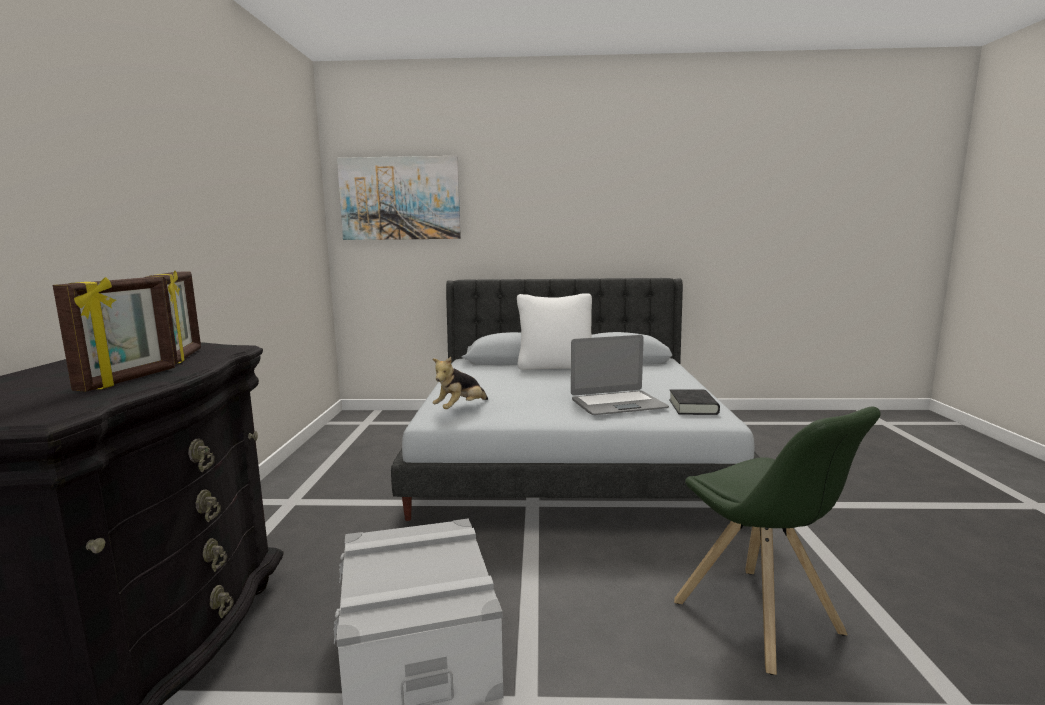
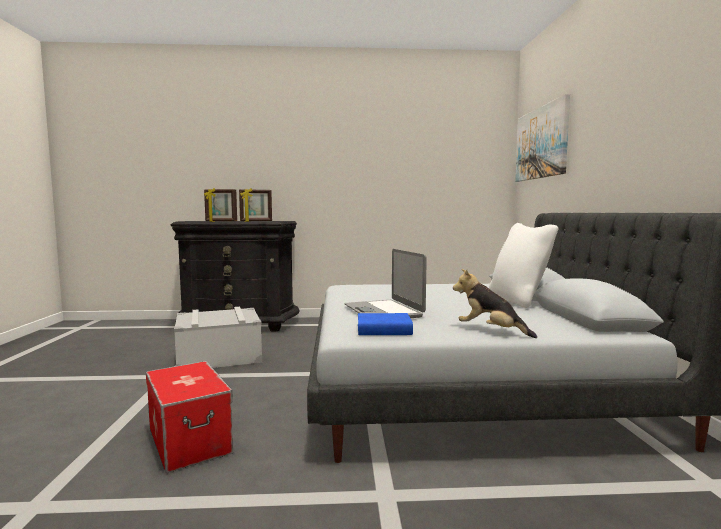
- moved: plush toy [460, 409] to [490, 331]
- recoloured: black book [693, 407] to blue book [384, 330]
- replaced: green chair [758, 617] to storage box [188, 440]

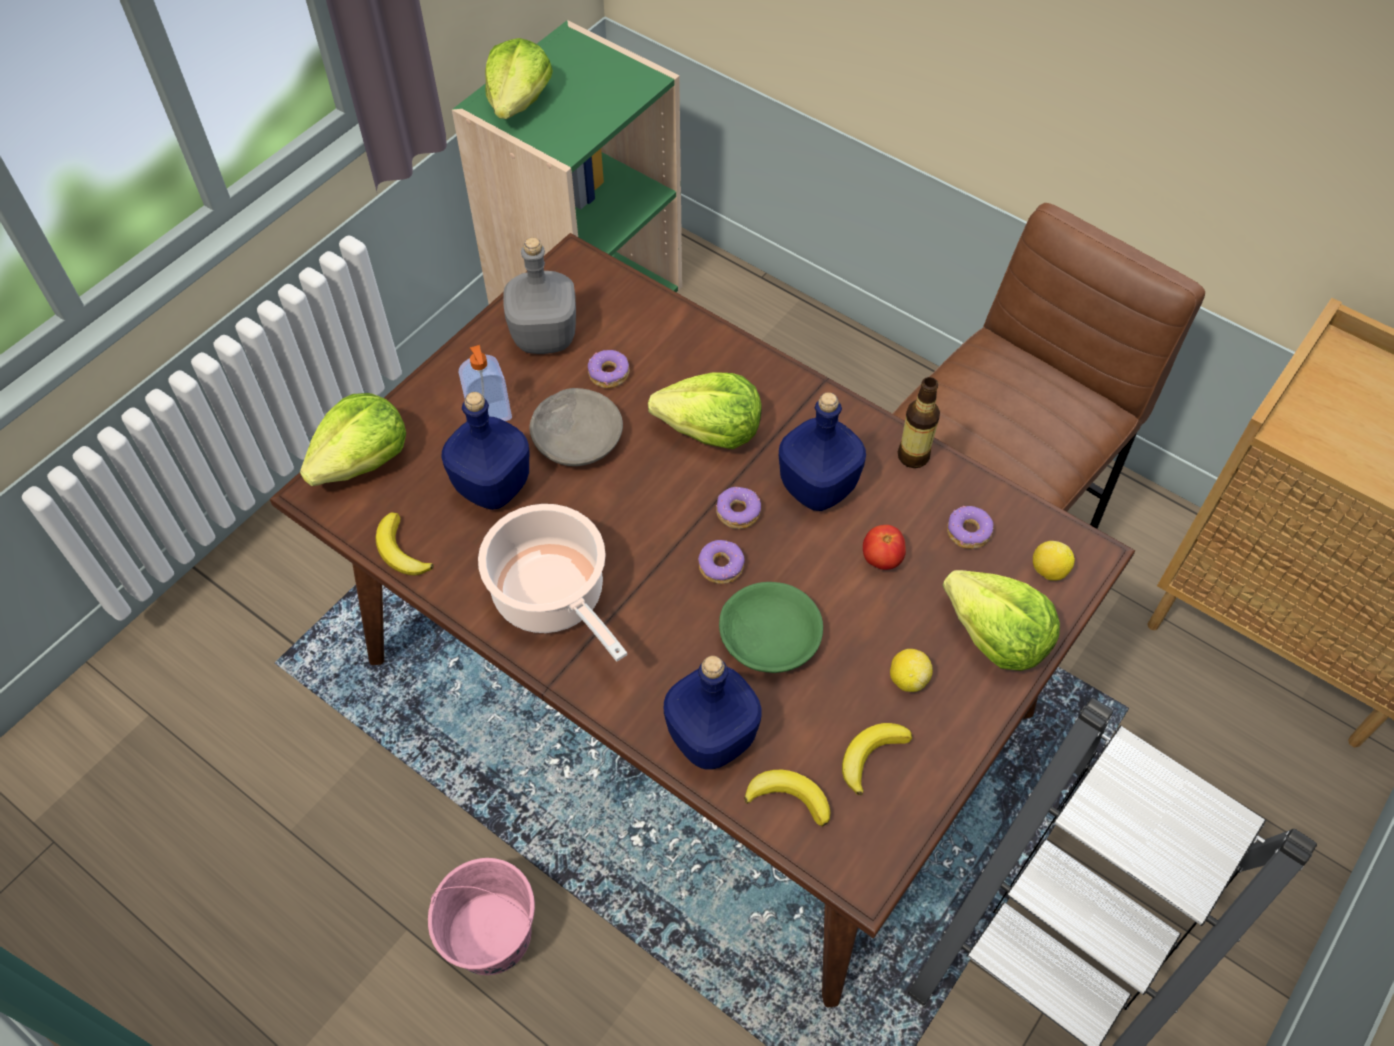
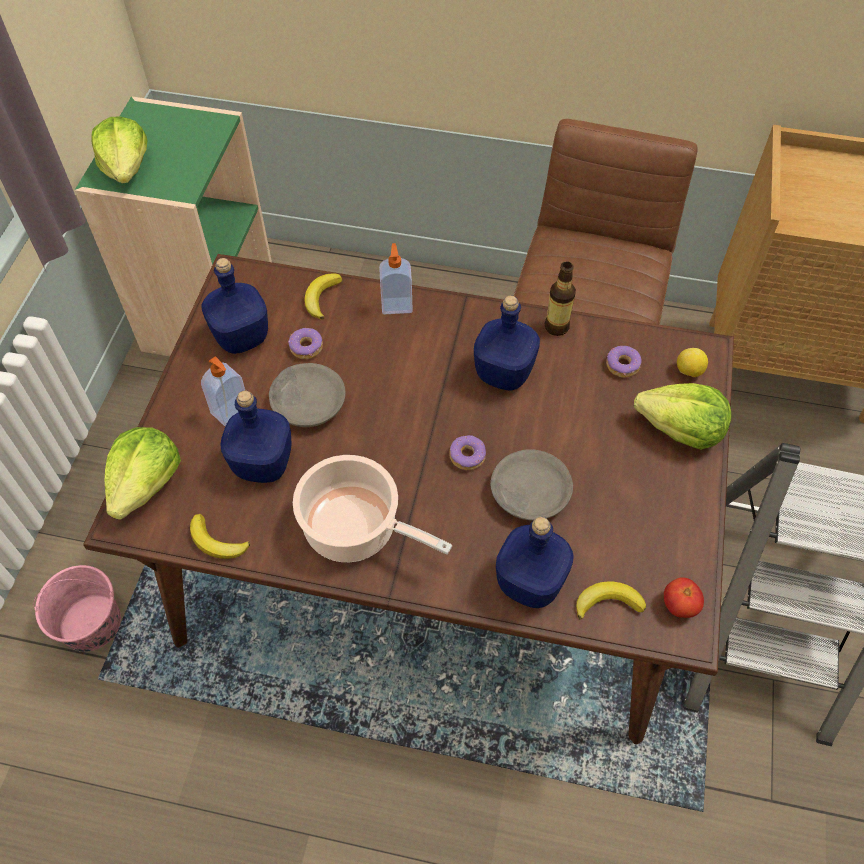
- recoloured: grey bottle [545, 338] to blue bottle [242, 338]
- removed: lettuce [710, 431]
- removed: donut [737, 512]
- moved: tomato [881, 559] to [679, 605]
- recoloured: green bowl [768, 636] to grey bowl [528, 493]
- removed: lemon [908, 679]
- moved: banana [871, 756] to [321, 297]
- moved: pink bucket [490, 934] to [90, 623]
- added: soap dispenser [396, 305]

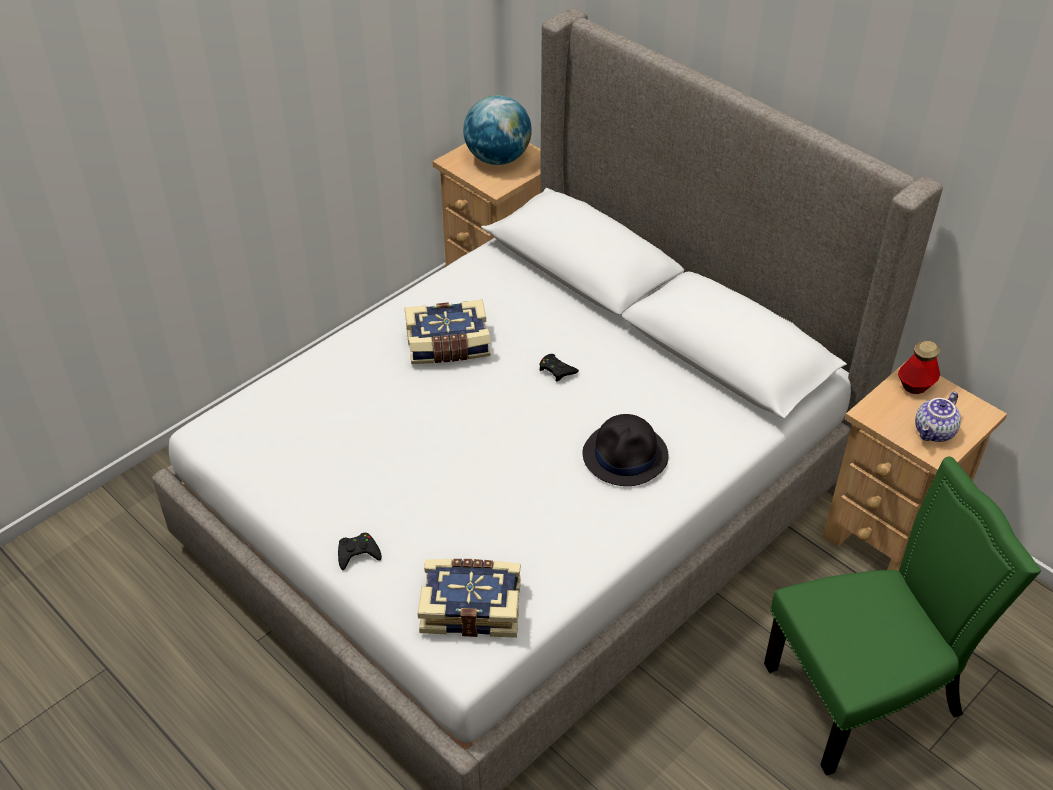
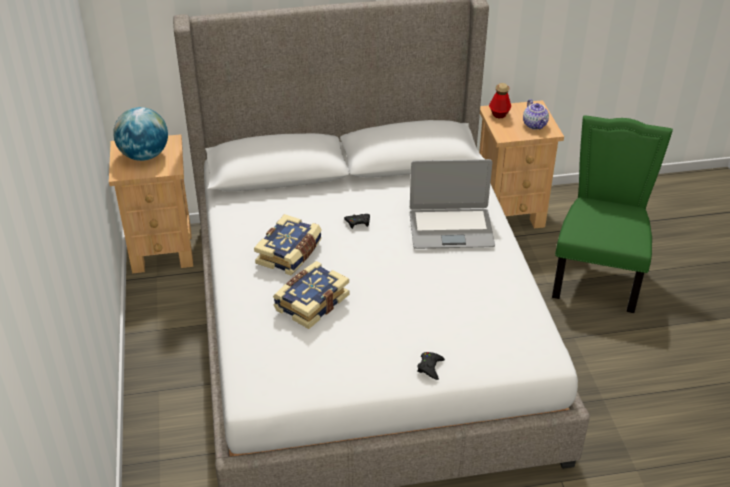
- replaced: black hat [626, 455] to laptop [451, 229]
- moved: book [471, 606] to [310, 302]

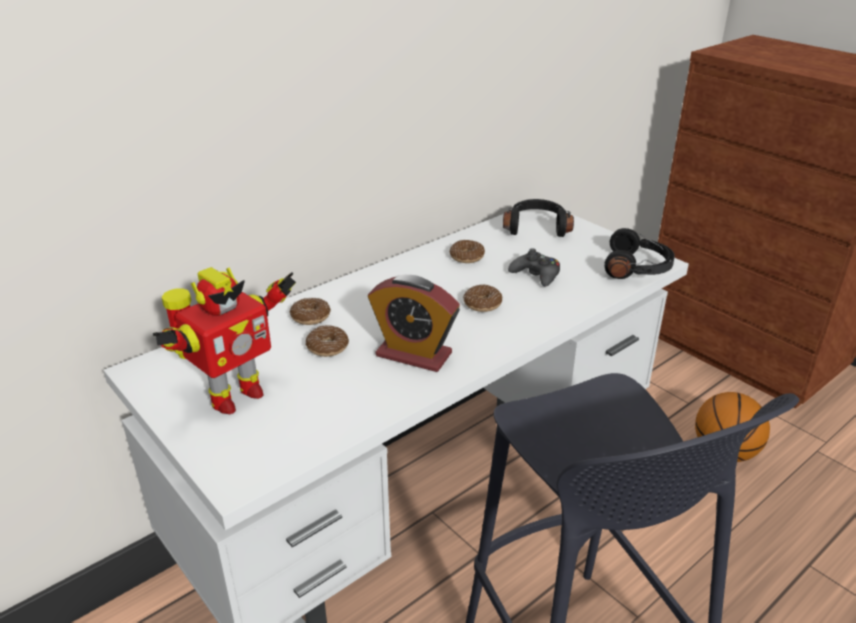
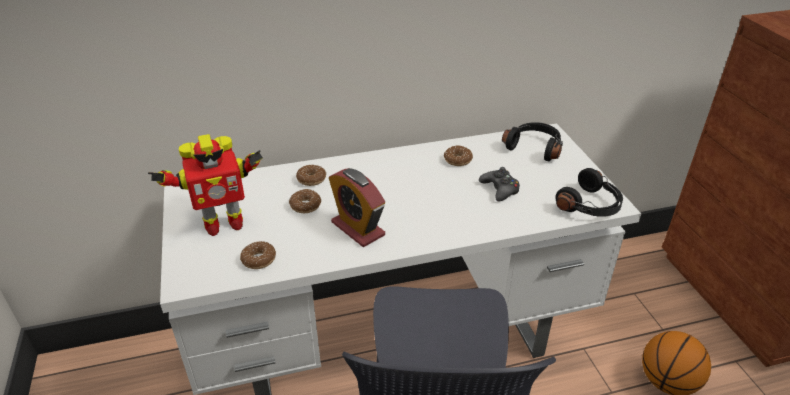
- moved: donut [482, 304] to [259, 259]

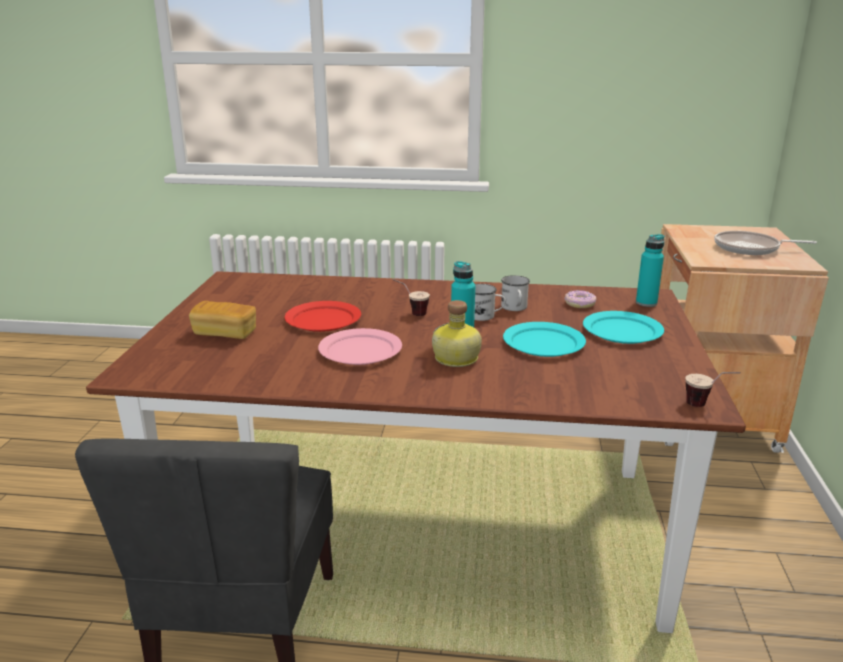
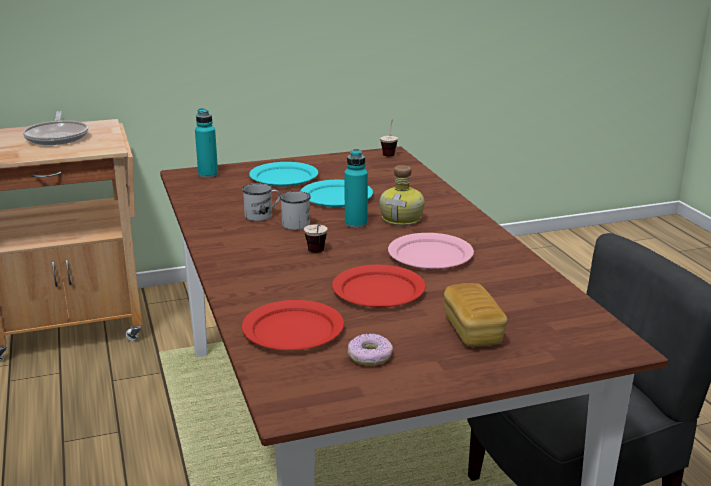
- moved: donut [579, 304] to [370, 356]
- added: red plate [294, 329]

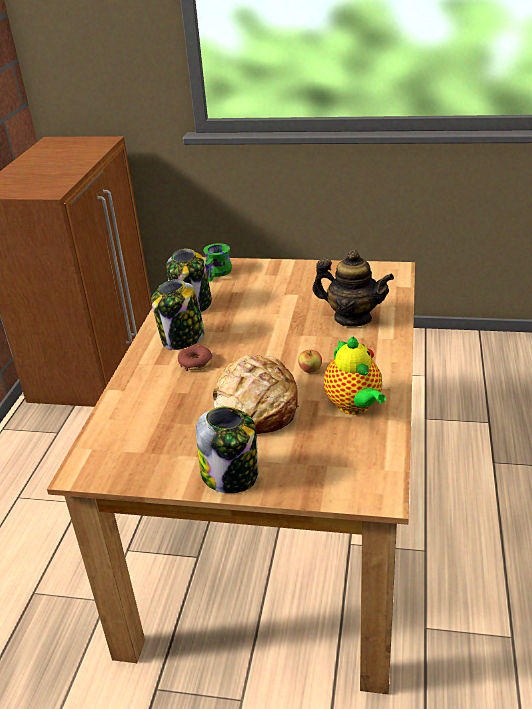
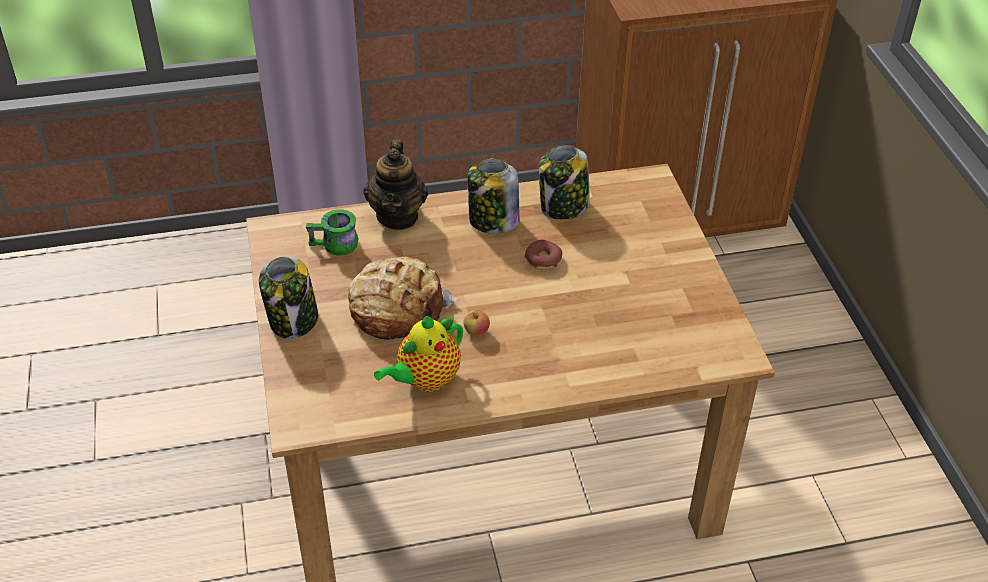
- moved: green mug [218, 273] to [334, 246]
- moved: teapot [352, 318] to [398, 216]
- moved: donut [195, 363] to [543, 260]

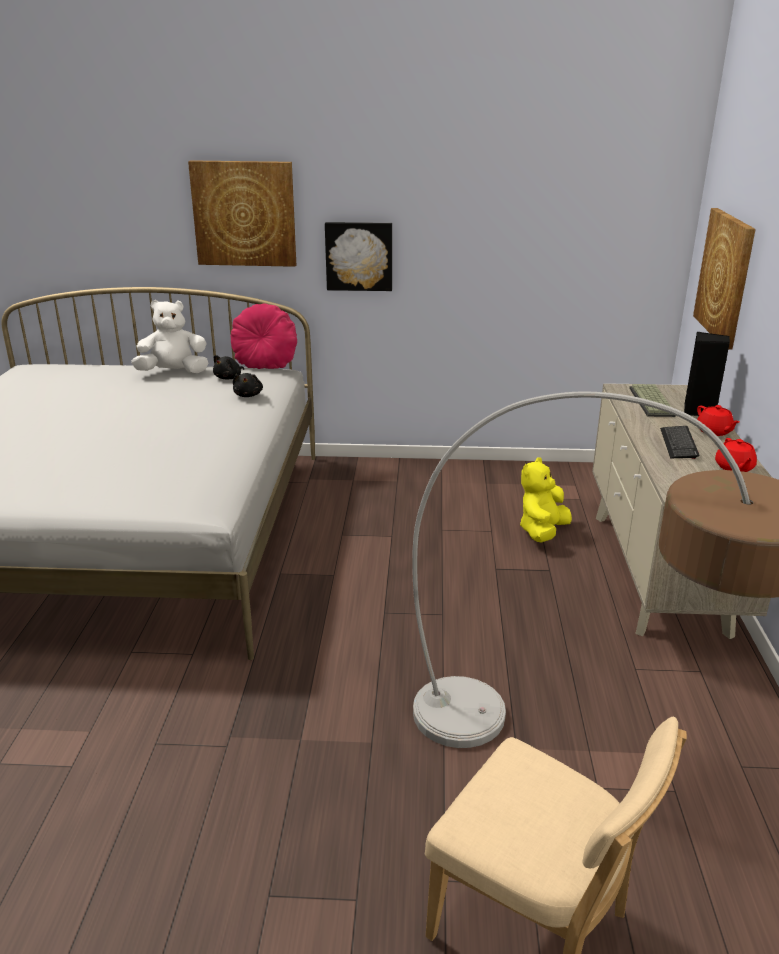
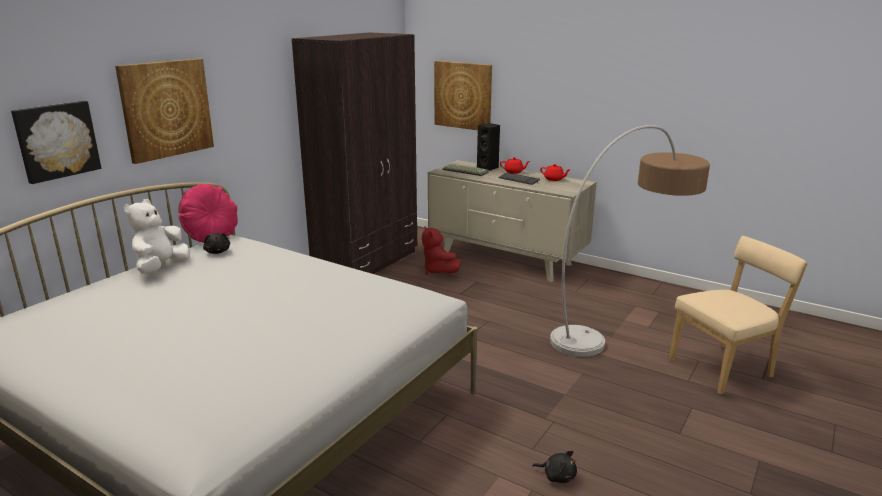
- moved: picture [359, 256] to [56, 140]
- moved: black plush toy [248, 395] to [557, 476]
- recoloured: yellow plush toy [542, 532] to red plush toy [438, 271]
- added: brown wardrobe [367, 262]

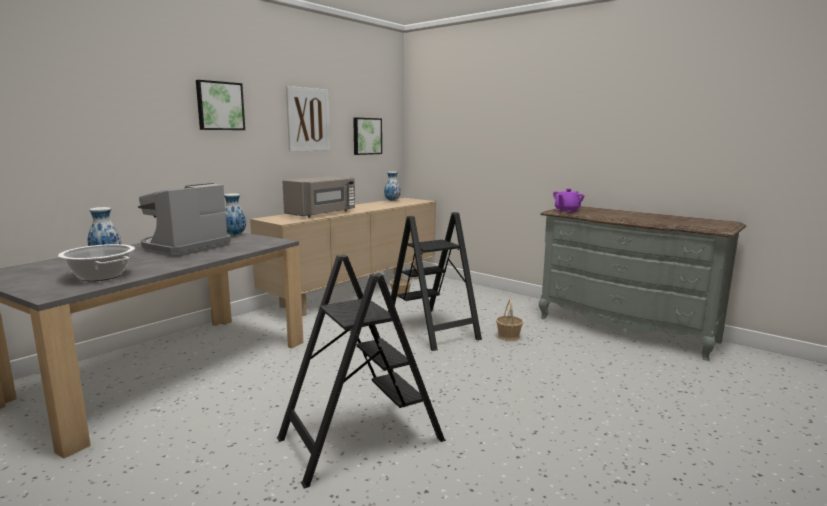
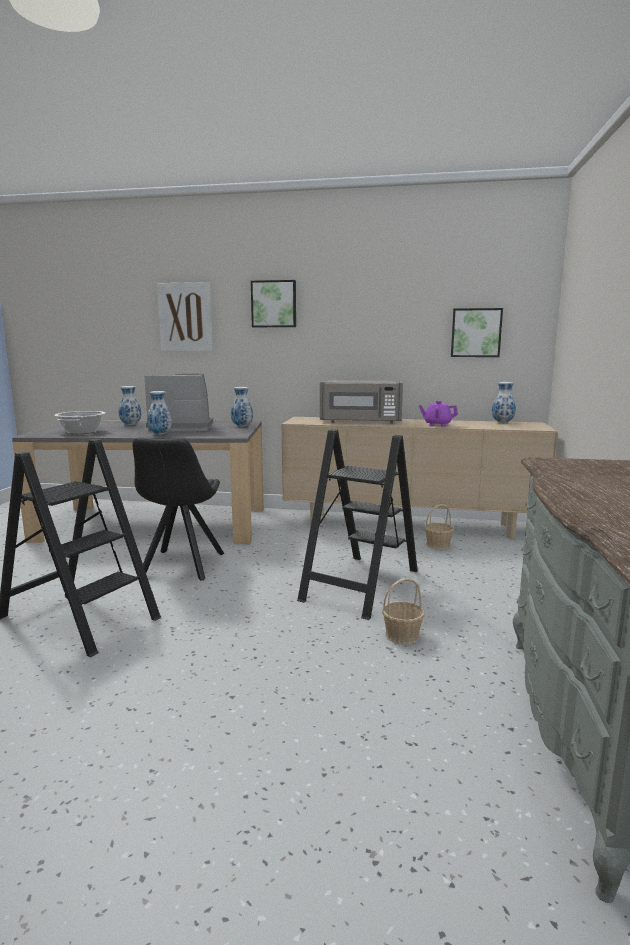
- moved: picture [308, 119] to [185, 317]
- moved: purple teapot [567, 211] to [437, 425]
- added: vase [159, 434]
- added: black chair [182, 565]

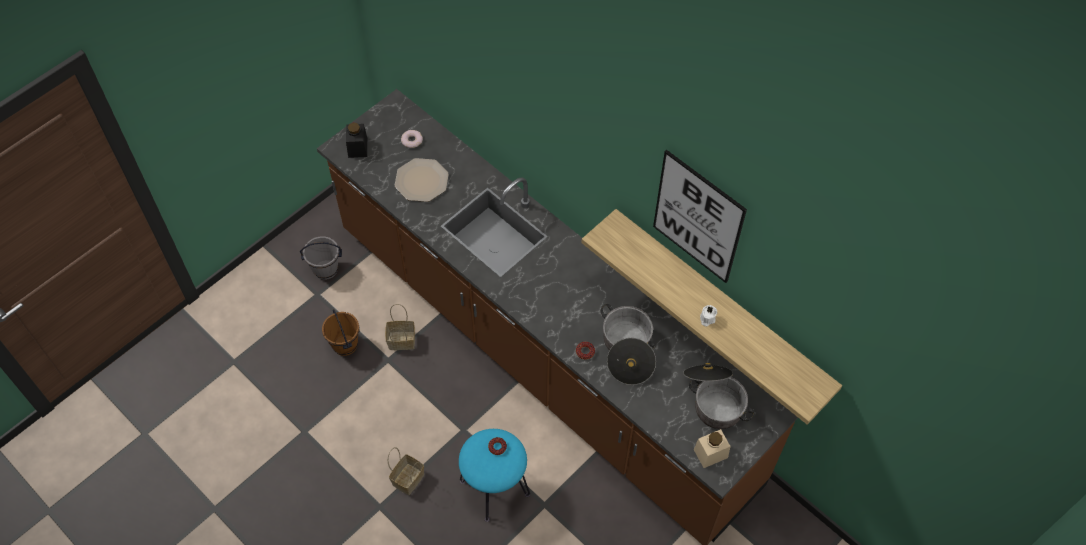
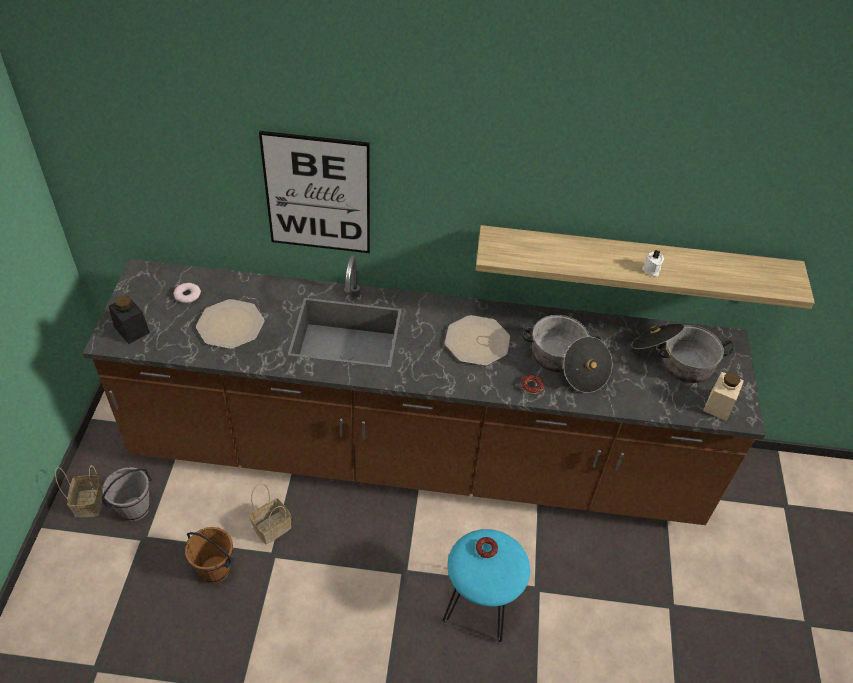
- moved: picture [698, 217] to [317, 194]
- moved: basket [408, 478] to [88, 502]
- added: plate [477, 341]

